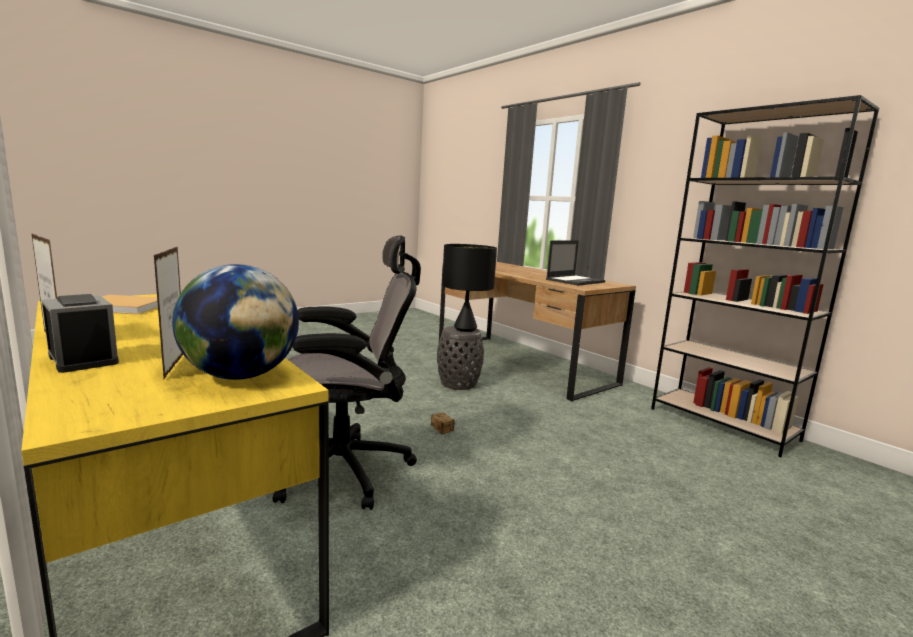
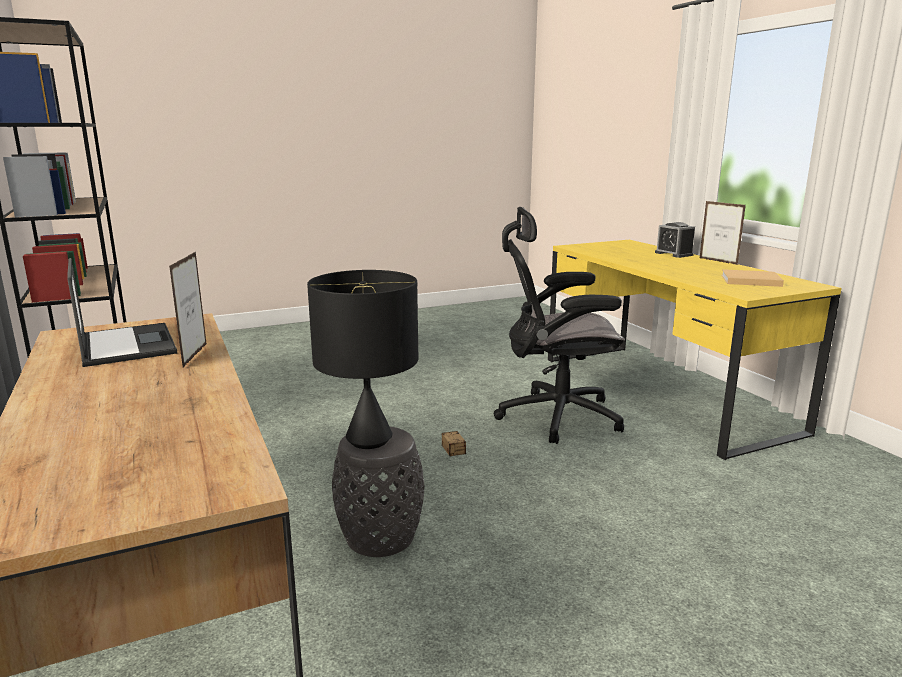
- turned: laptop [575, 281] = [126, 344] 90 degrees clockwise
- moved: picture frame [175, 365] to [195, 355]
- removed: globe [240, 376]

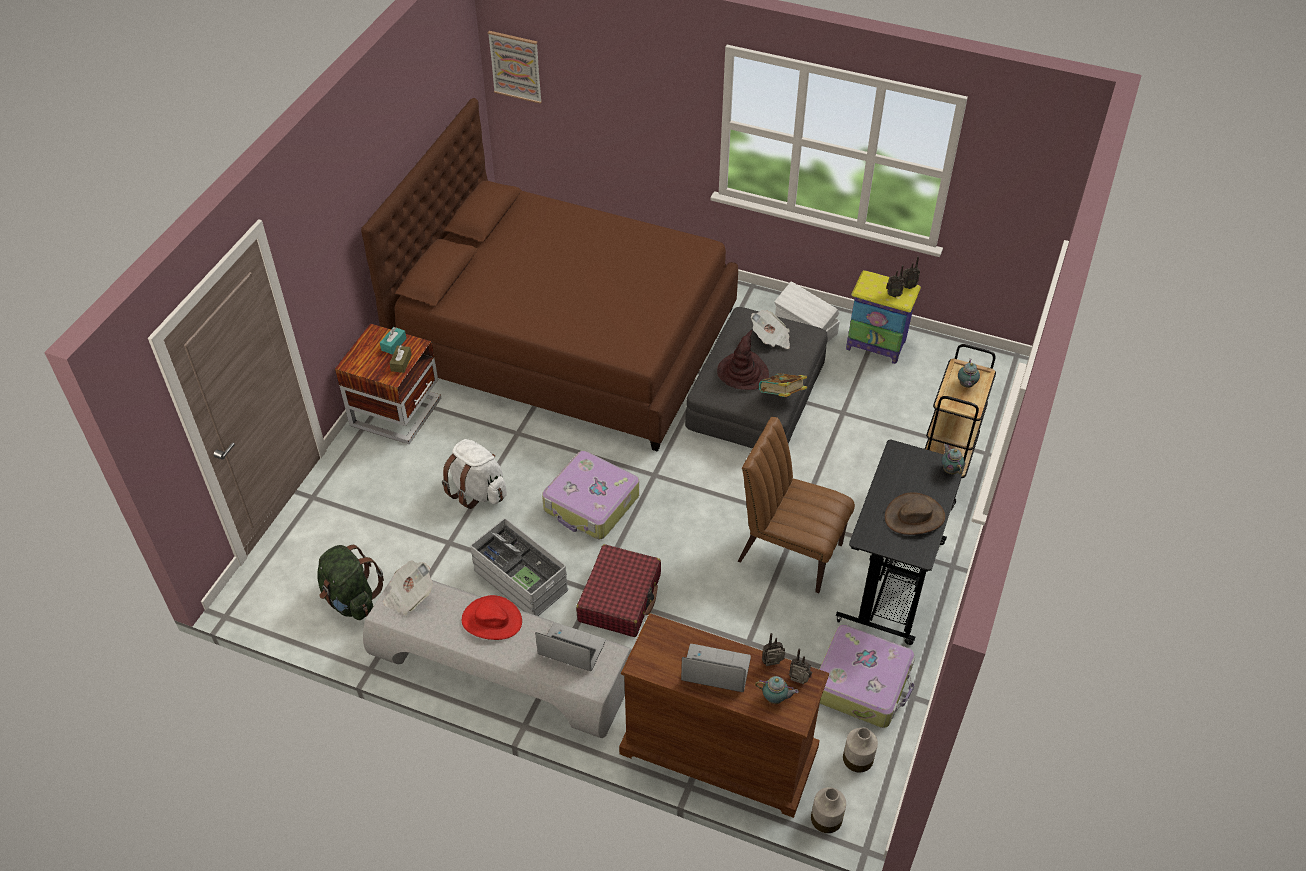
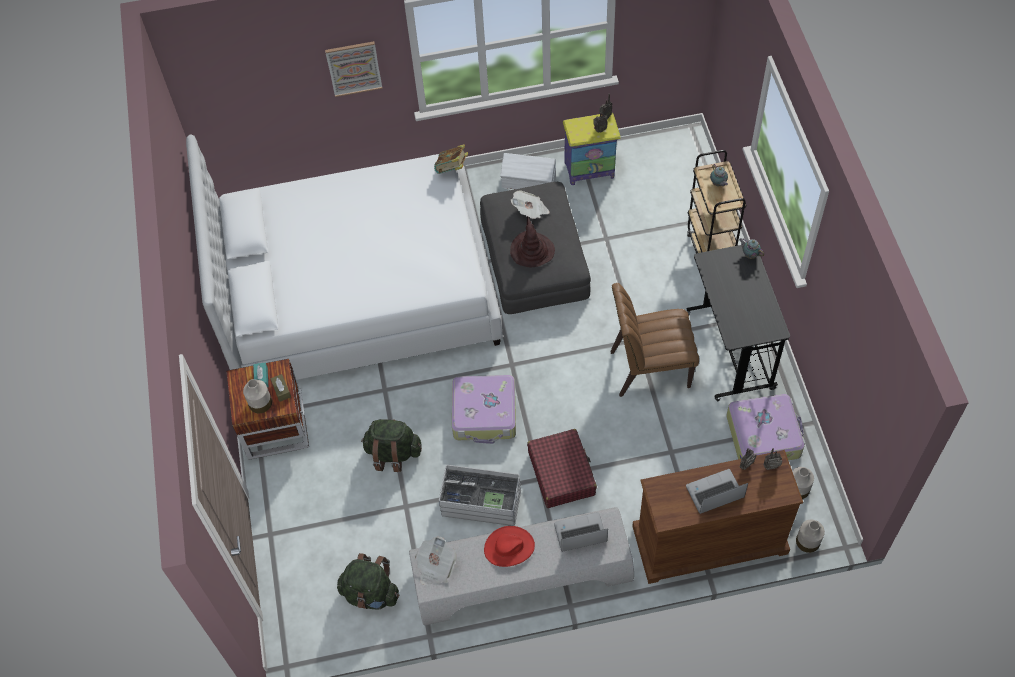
- moved: picture [515, 66] to [354, 68]
- recoloured: brown bed [566, 339] to white bed [358, 291]
- moved: book [781, 396] to [452, 169]
- recoloured: white backpack [477, 491] to green backpack [393, 453]
- removed: brown hat [914, 516]
- removed: teapot [775, 699]
- added: beige vase [260, 402]

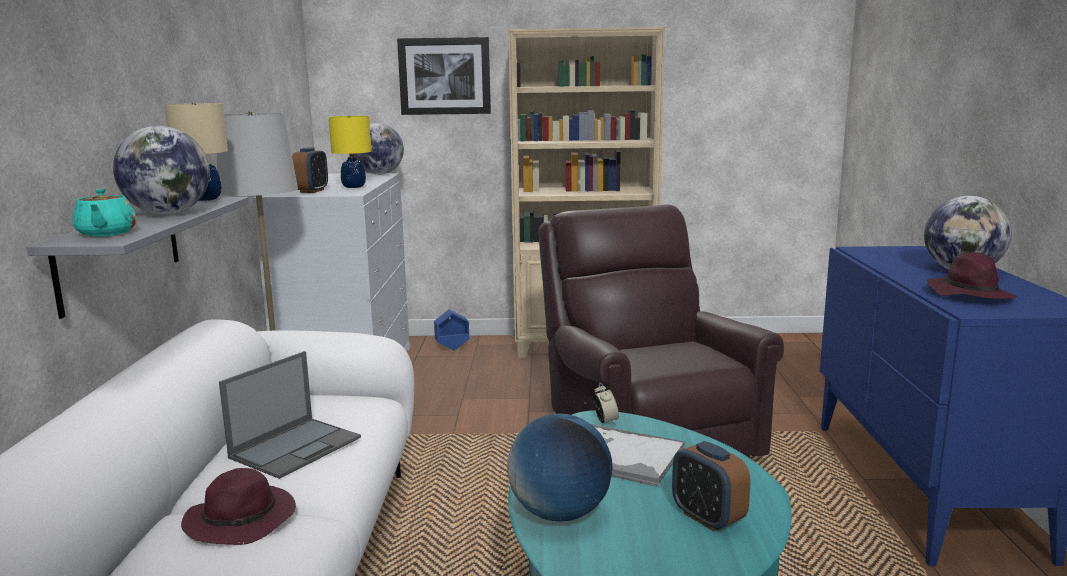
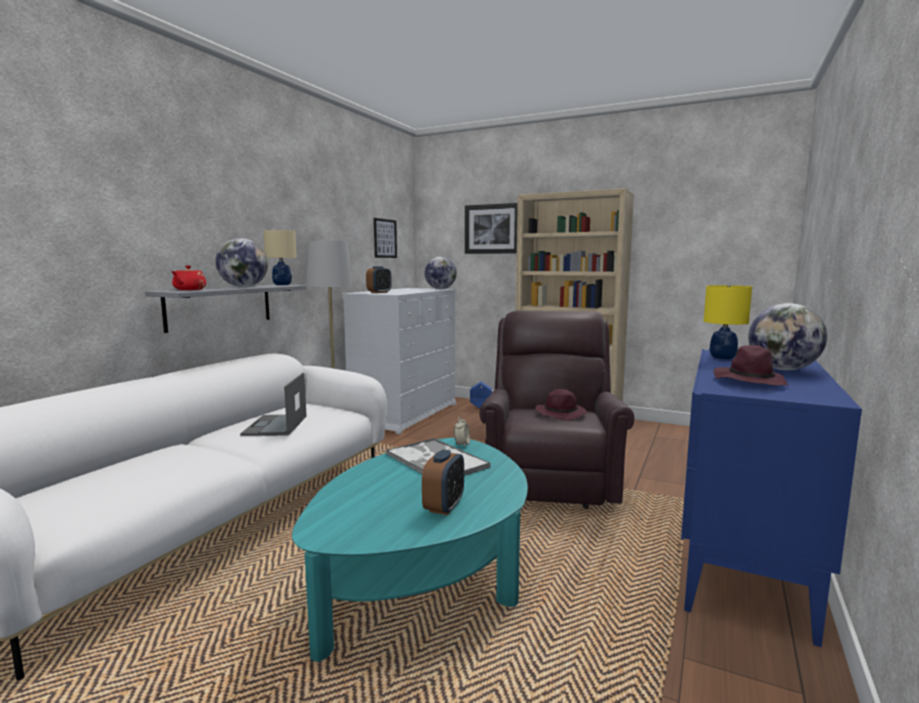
- moved: yellow table lamp [352, 187] to [721, 358]
- recoloured: turquoise teapot [106, 233] to red teapot [189, 290]
- turned: laptop [296, 447] = [275, 426] 120 degrees clockwise
- removed: globe [559, 513]
- turned: alarm clock [708, 518] = [444, 507] 150 degrees counterclockwise
- moved: purple hat [243, 520] to [561, 413]
- added: picture [385, 238]

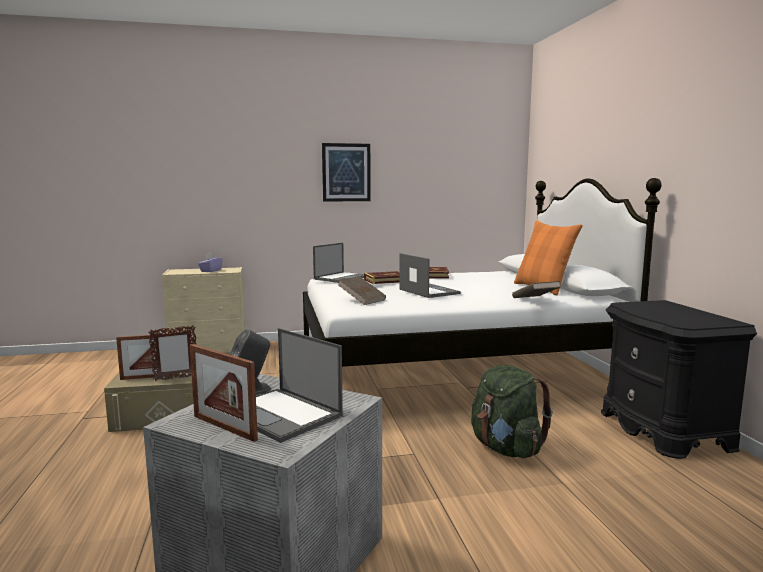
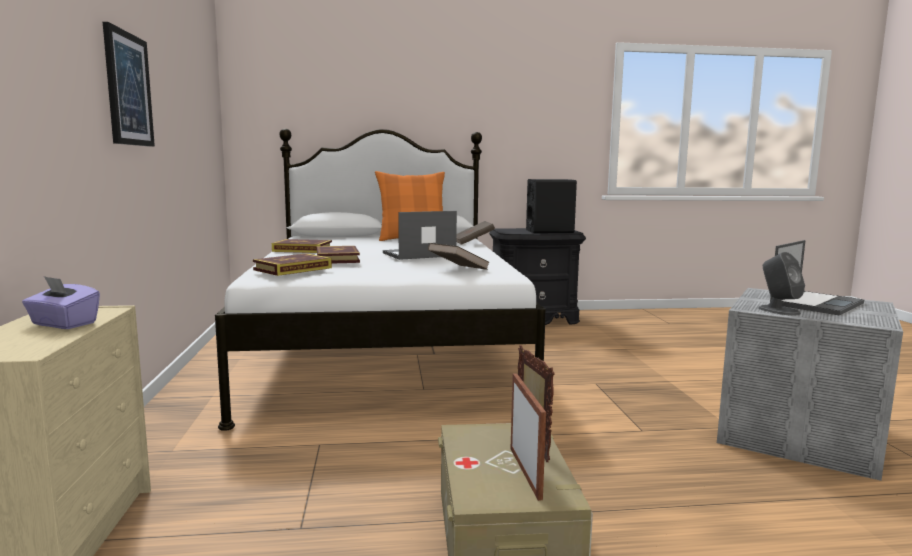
- replaced: laptop [341, 278] to book [293, 269]
- removed: picture frame [224, 428]
- removed: green backpack [506, 448]
- added: black speaker [550, 231]

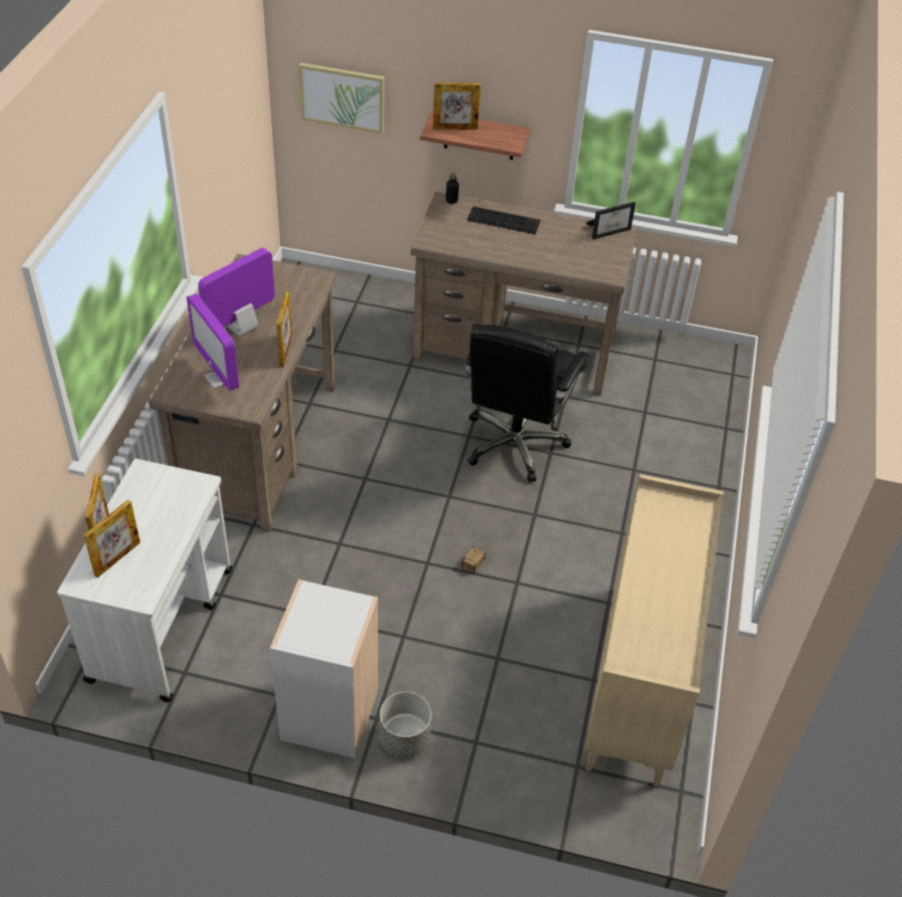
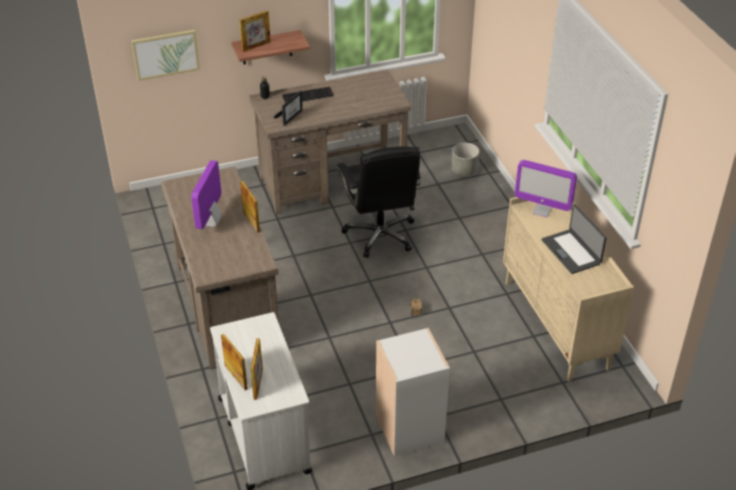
- moved: picture frame [609, 231] to [290, 116]
- moved: monitor [219, 378] to [542, 210]
- moved: grey planter [405, 739] to [464, 170]
- added: laptop [571, 251]

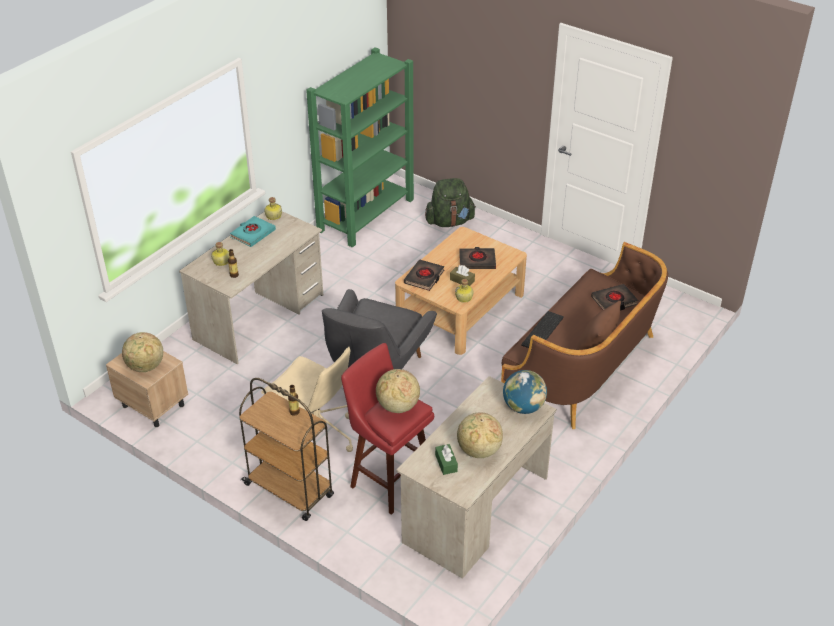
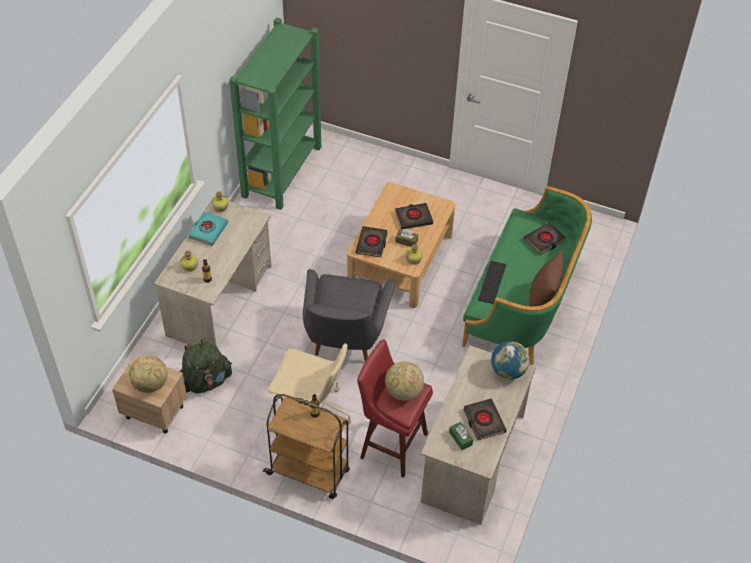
- moved: green backpack [449, 222] to [205, 381]
- recoloured: brown sofa [583, 366] to green sofa [524, 300]
- replaced: globe [478, 451] to black book [484, 421]

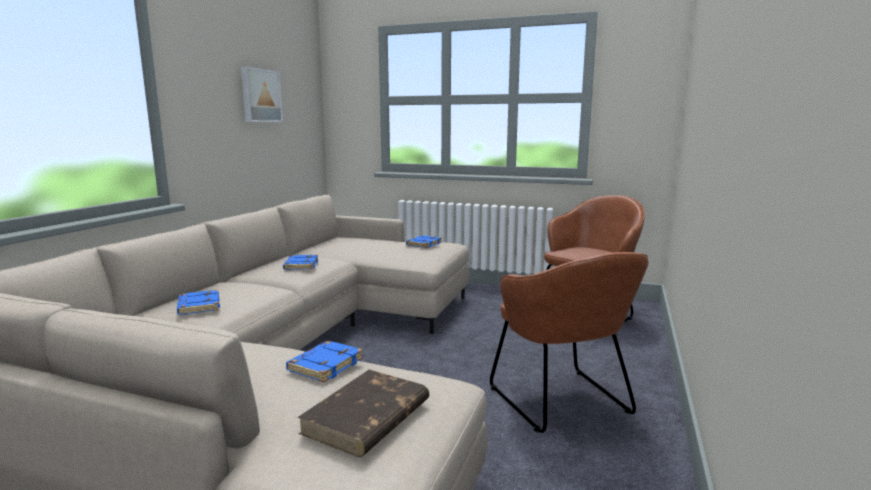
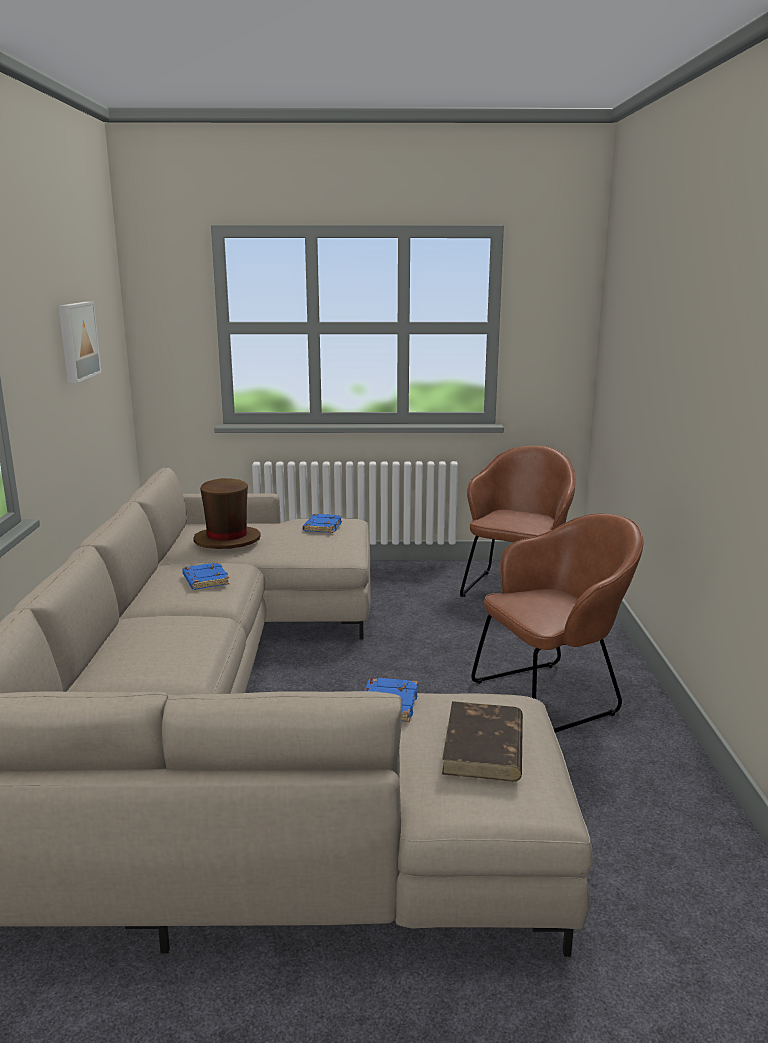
- turned: brown armchair [563, 404] = [552, 696] 75 degrees counterclockwise
- removed: blue book [198, 306]
- added: brown hat [227, 540]

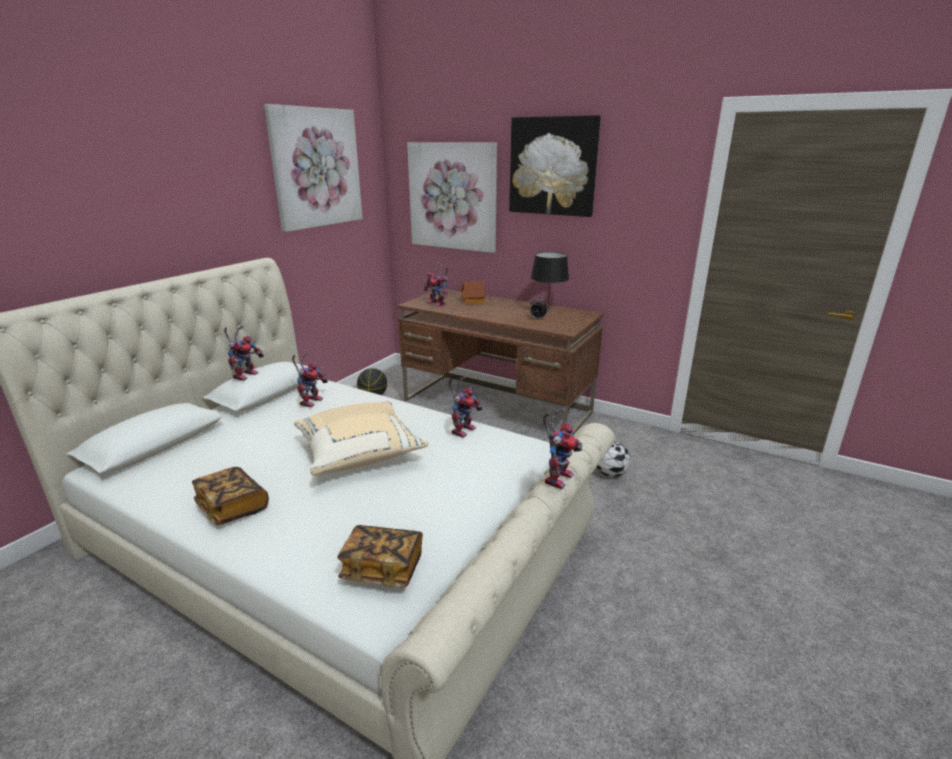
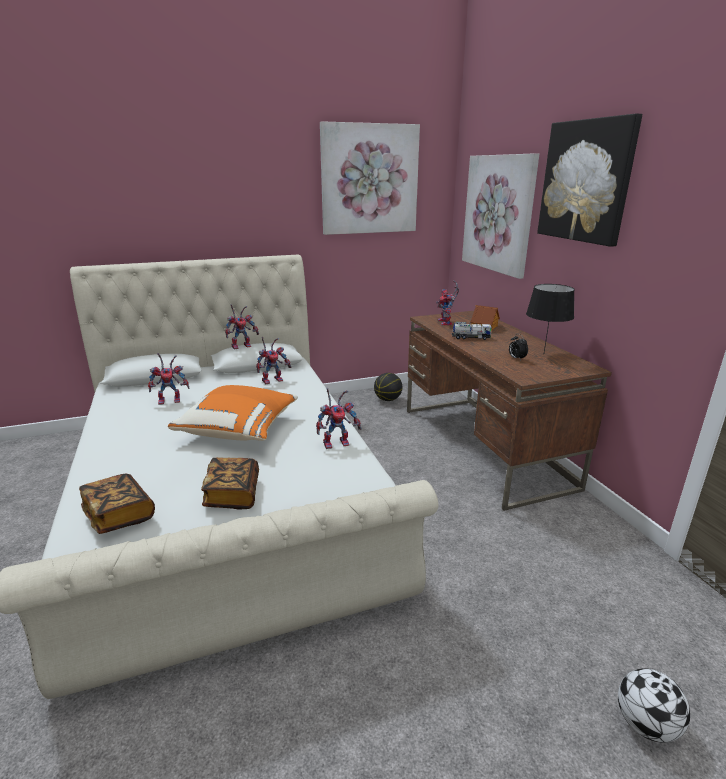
- recoloured: beige pillow [359, 453] to orange pillow [240, 429]
- moved: toy robot [557, 476] to [171, 400]
- moved: football [610, 474] to [645, 725]
- moved: book [232, 507] to [232, 495]
- added: toy truck [471, 338]

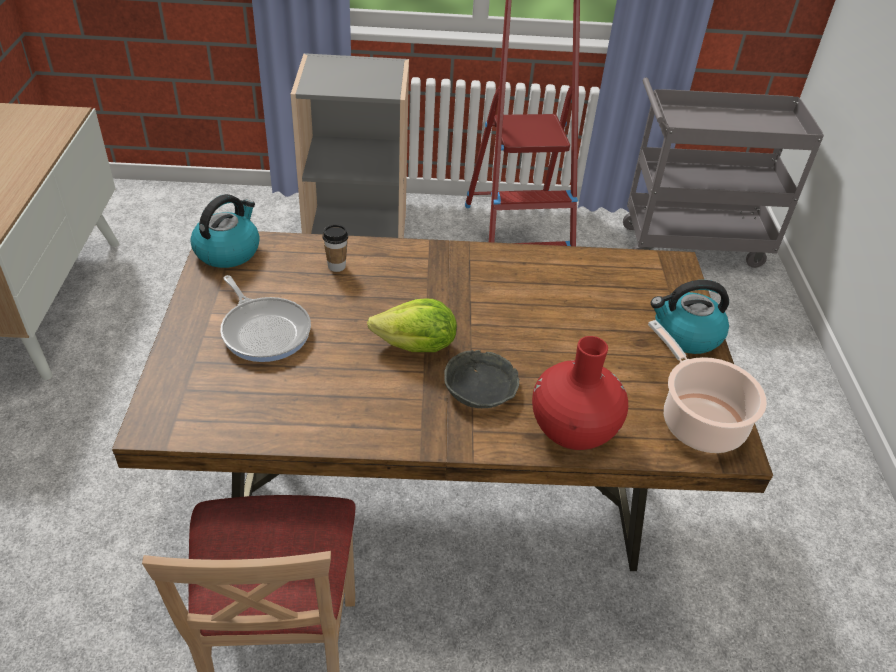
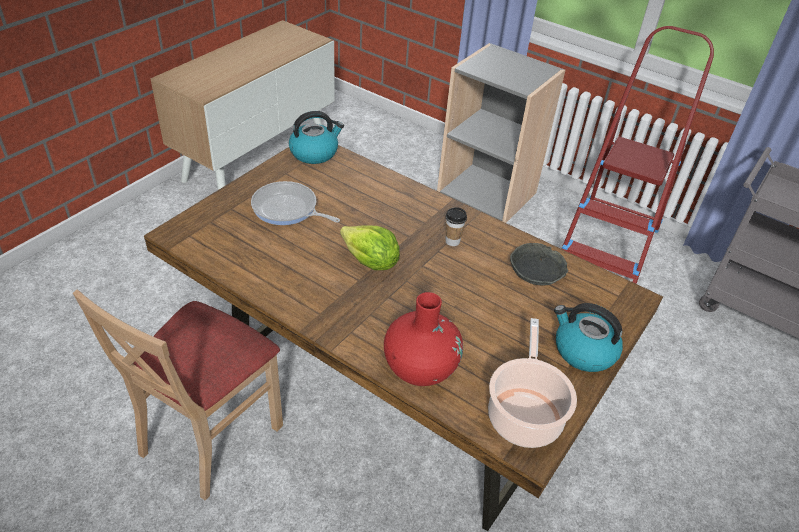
- moved: cup [336, 266] to [452, 241]
- turned: frying pan [264, 331] = [287, 209] 120 degrees clockwise
- moved: grey bowl [481, 388] to [537, 271]

